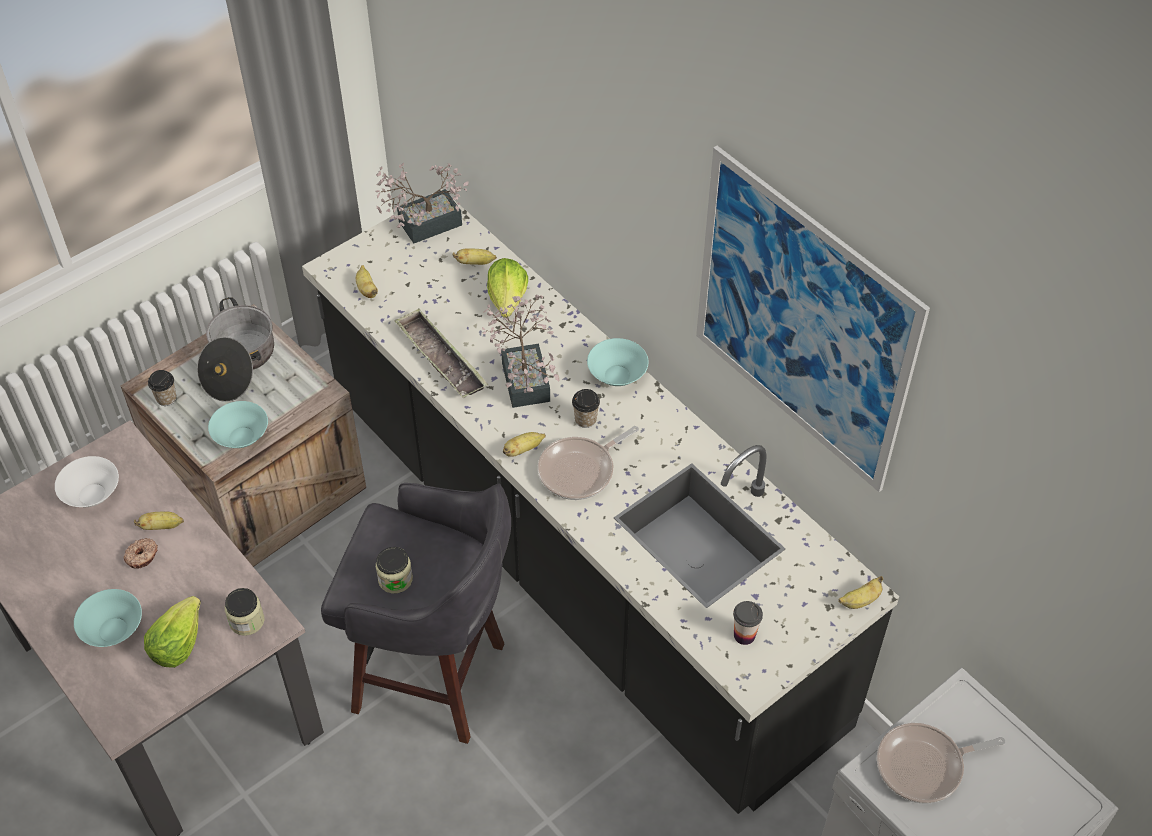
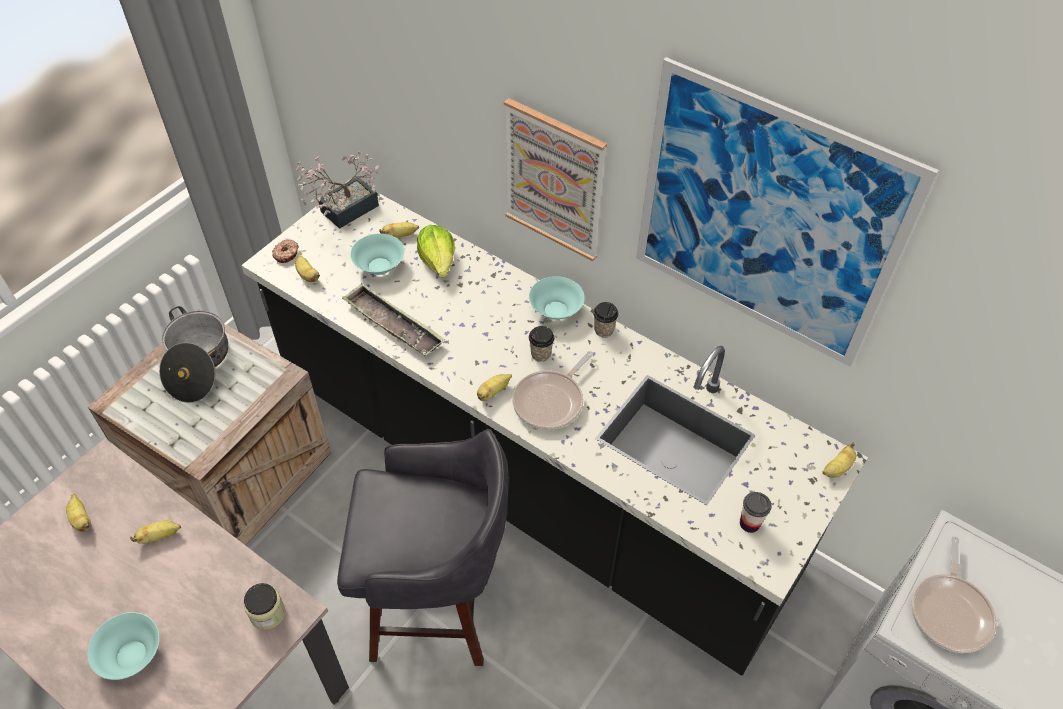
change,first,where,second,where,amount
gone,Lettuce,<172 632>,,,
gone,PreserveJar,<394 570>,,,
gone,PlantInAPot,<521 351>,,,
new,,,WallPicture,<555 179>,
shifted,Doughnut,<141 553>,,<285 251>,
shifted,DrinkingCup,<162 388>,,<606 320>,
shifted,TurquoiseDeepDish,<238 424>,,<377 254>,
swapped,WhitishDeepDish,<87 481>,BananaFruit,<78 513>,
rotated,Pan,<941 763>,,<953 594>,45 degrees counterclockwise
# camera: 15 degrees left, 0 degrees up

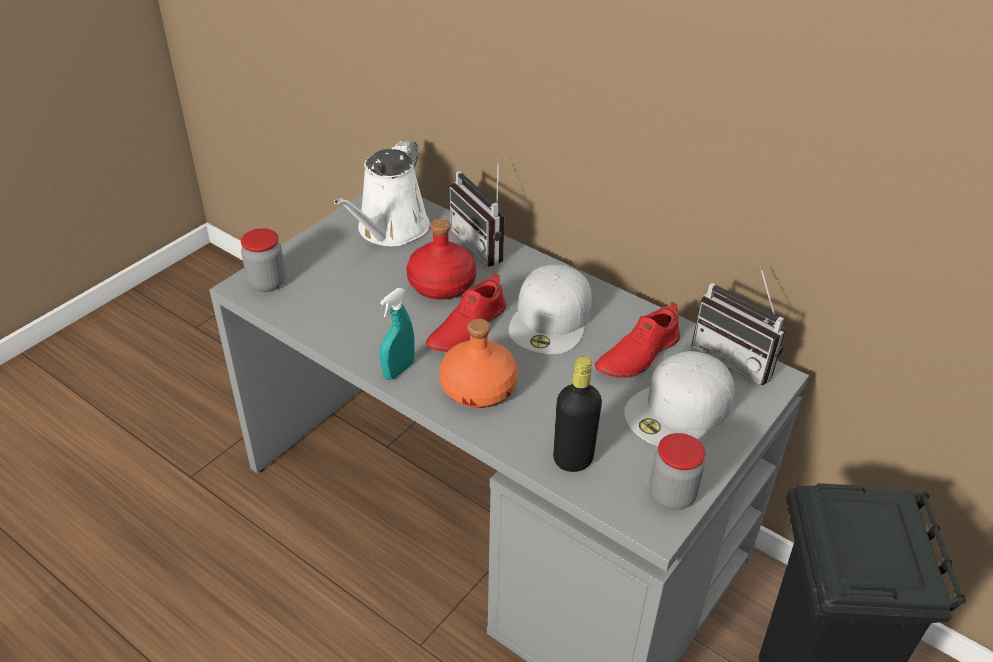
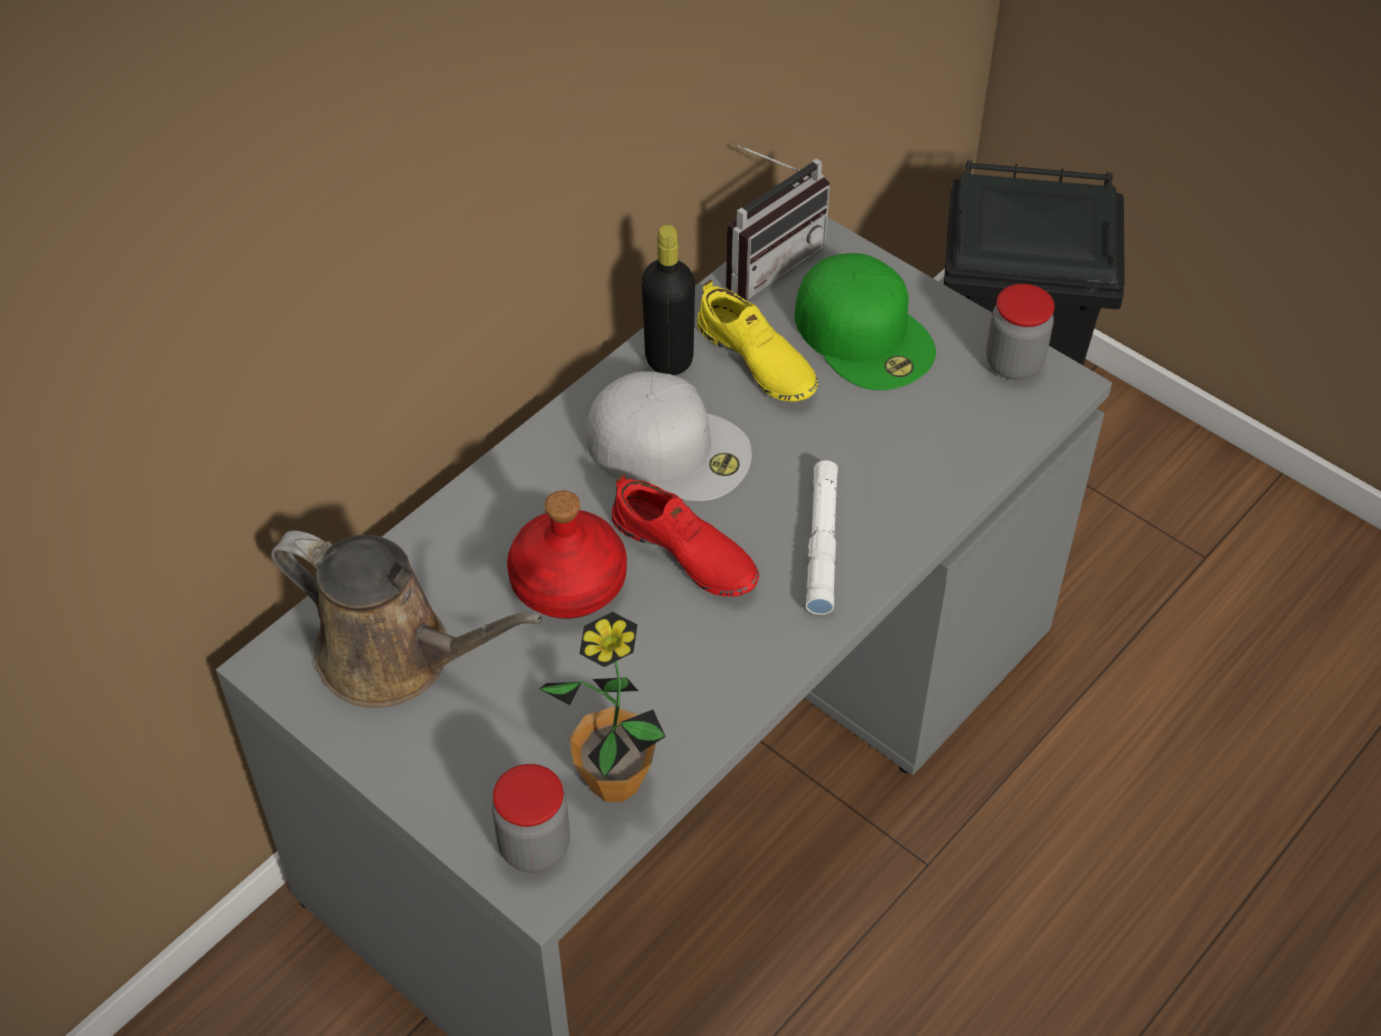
change,first,where,second,where,amount
gone,TurquoiseSprayBottle,<397 334>,,,
gone,RadioReceiver,<476 212>,,,
new,,,PlantInAPot,<602 707>,
shifted,BlackBottle,<577 414>,,<668 300>,
swapped,OrangeColouredBottle,<478 363>,WhitishTorch,<822 537>,
repainted,WhitishWateringPot,<382 193>,BrownColouredWateringPot,<407 619>,
repainted,RedLowShoe,<637 340>,YellowishLowShoe,<757 341>,
repainted,WhitishCap,<679 398>,GreenColouredCap,<865 321>,
# camera: 85 degrees left, 10 degrees up

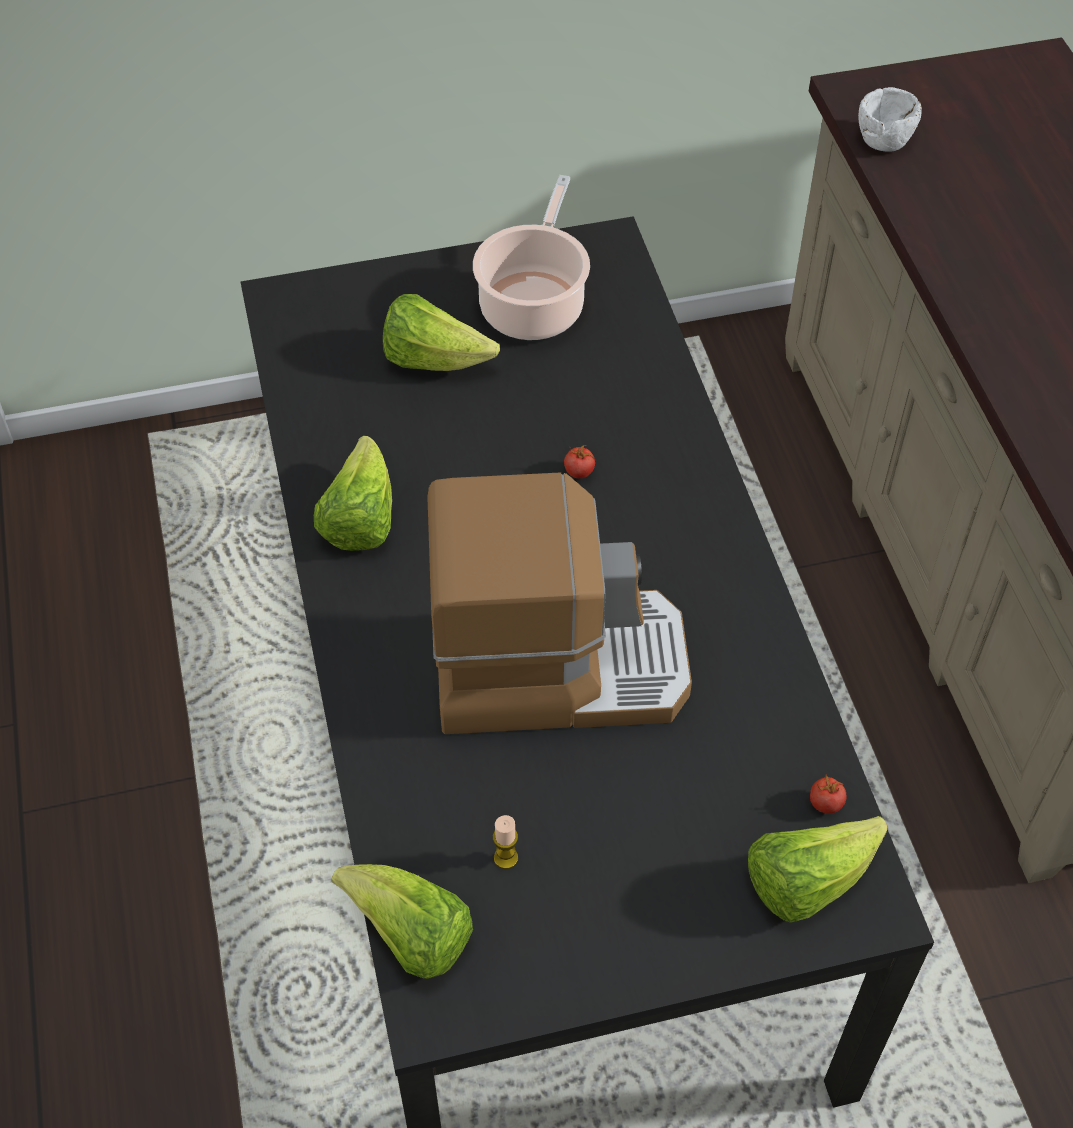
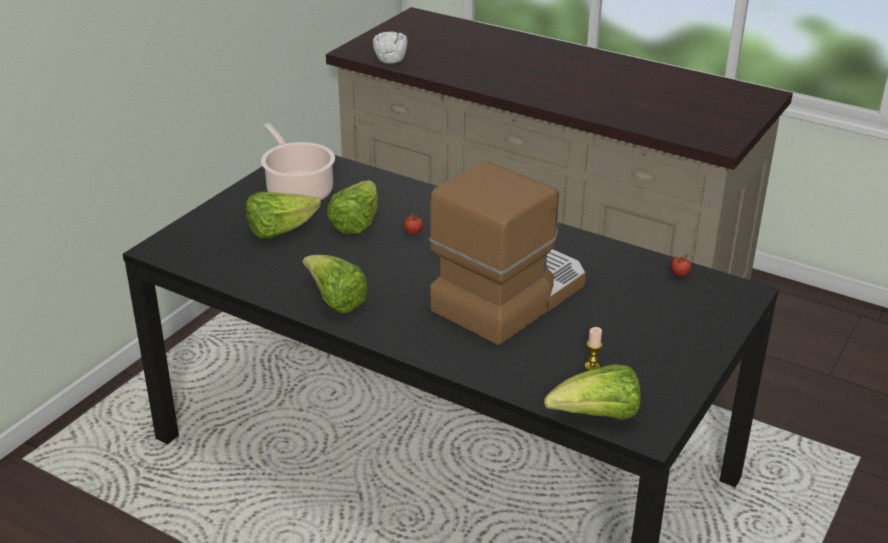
change,first,where,second,where,amount
shifted,Lettuce,<818 869>,,<352 207>,
# camera: 45 degrees left, 20 degrees down

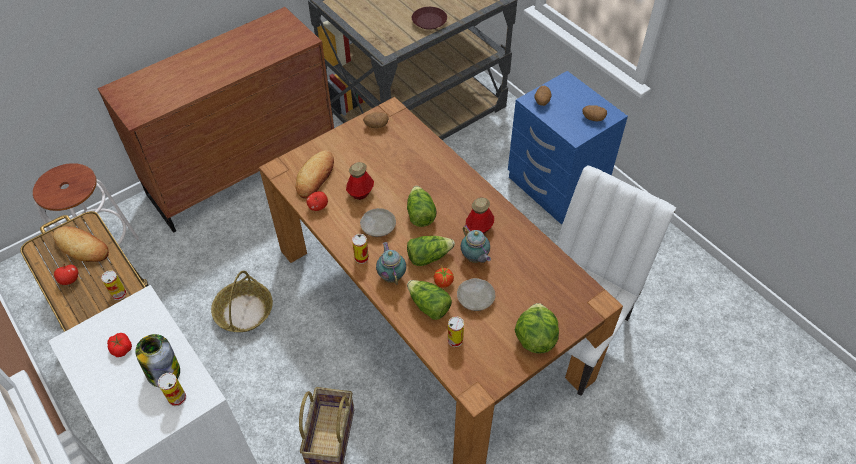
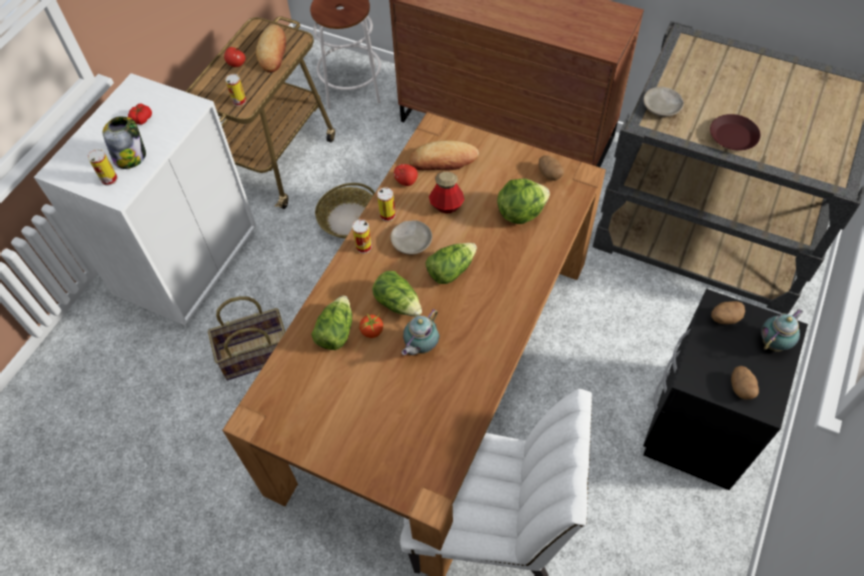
change,first,where,second,where,amount
gone,Bottle,<480 215>,,,
shifted,Teapot,<391 263>,,<782 330>,
shifted,SealedCan,<456 331>,,<386 204>,
shifted,BeigePlate,<476 294>,,<663 102>,
shifted,Lettuce,<537 328>,,<523 201>,
repainted,BluishBedsideTable,<568 147>,BlackBedsideTable,<725 389>,
# camera: 65 degrees right, 5 degrees up

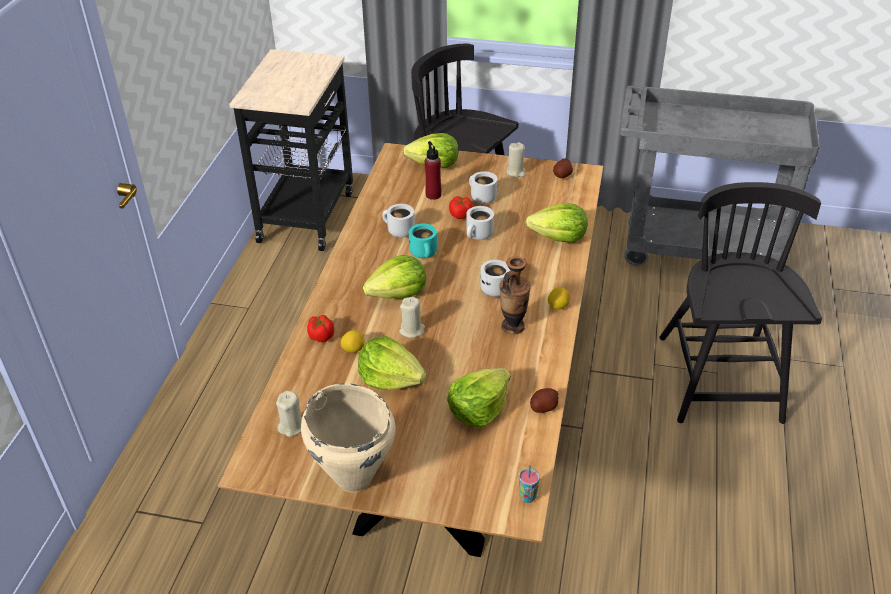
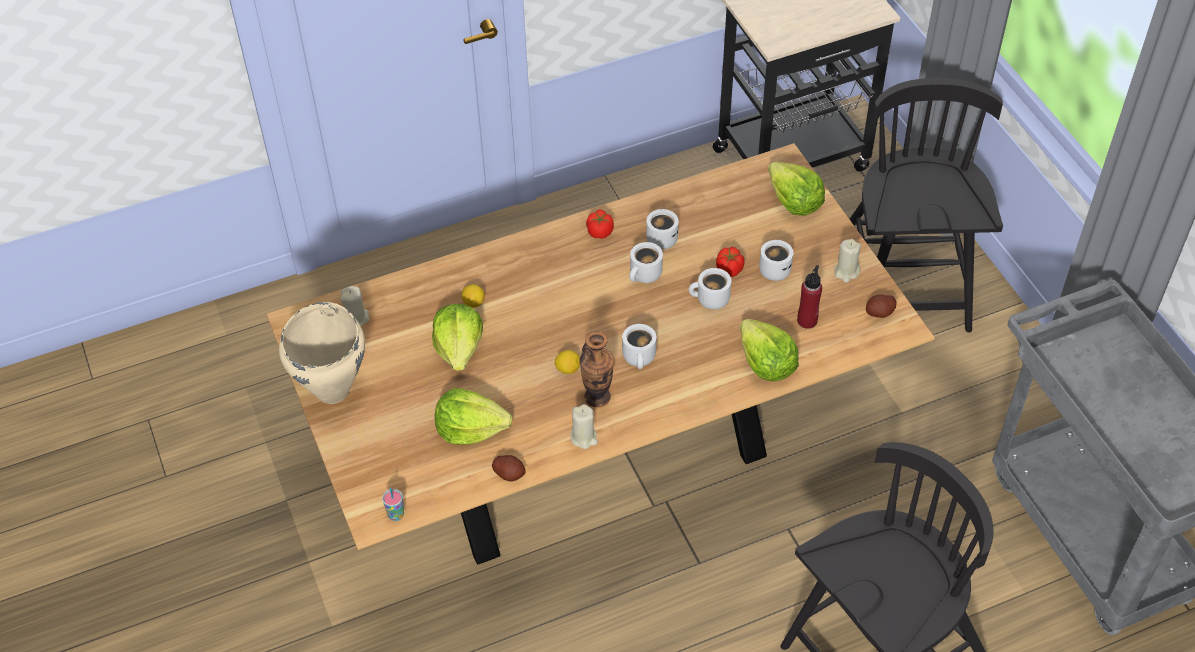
change,first,where,second,where,amount
gone,Lettuce,<394 277>,,,
shifted,FreshTomato,<320 328>,,<600 224>,
shifted,BeigeWaxCandle,<412 317>,,<584 426>,
shifted,RedBottle,<433 170>,,<809 297>,
shifted,CitrusFruit,<559 298>,,<567 362>,
repainted,TurquoiseCoffeeMug,<423 240>,WhitishCoffeeMug,<646 262>,
# camera: 55 degrees right, 10 degrees up

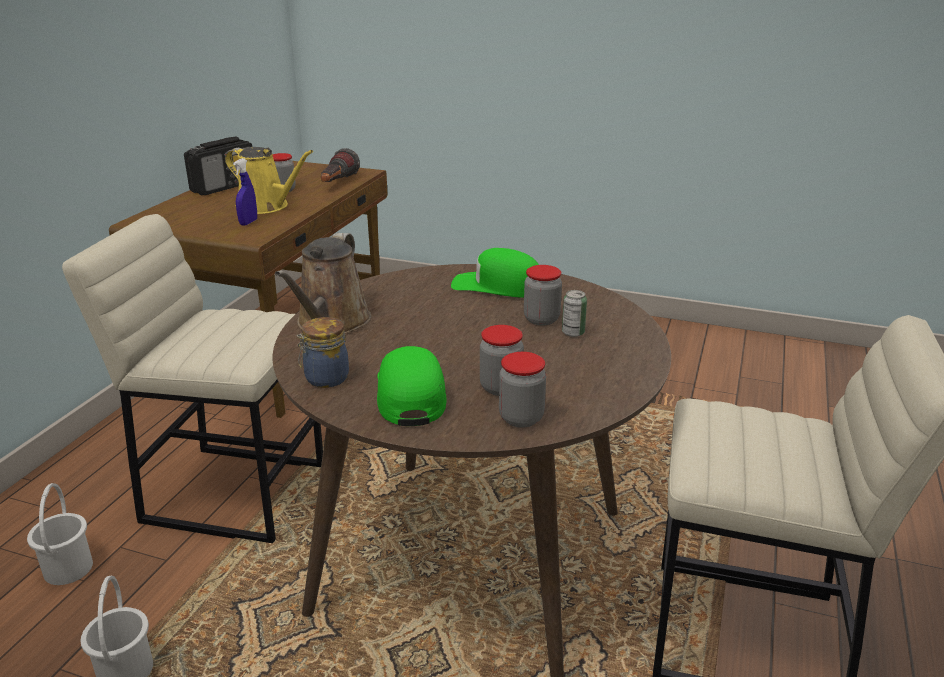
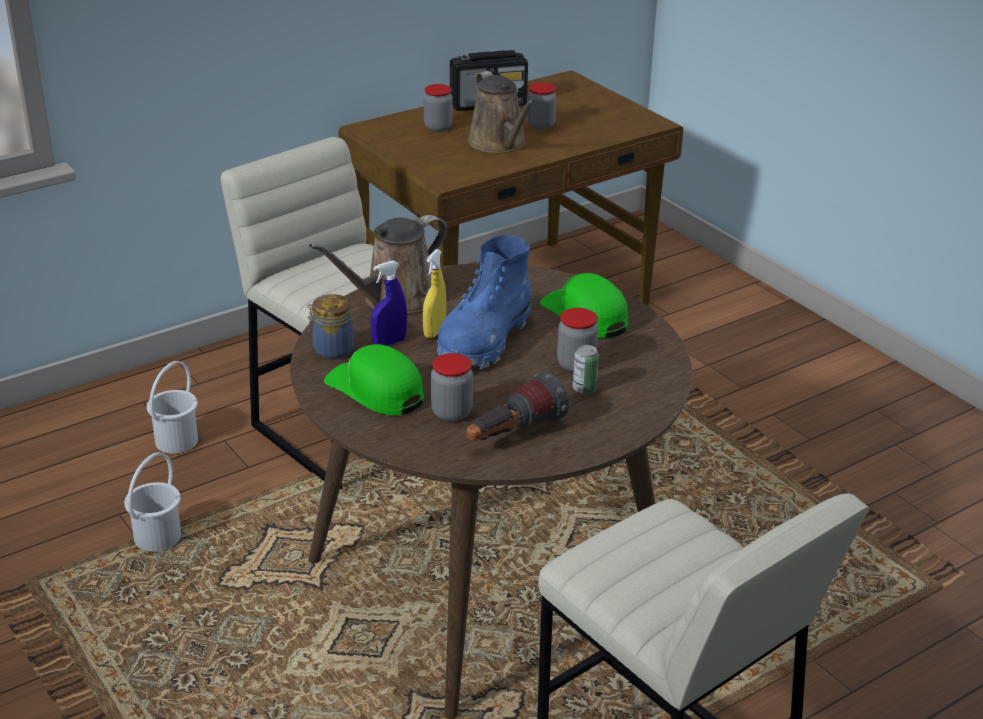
change,first,where,second,where,amount
new,,,YellowishSprayBottle,<434 293>,
new,,,BluishHighTopBoot,<484 302>,
shifted,BluishSprayBottle,<245 192>,,<389 303>,
shifted,Torch,<340 165>,,<517 406>,
shifted,PreserveJar,<522 390>,,<438 108>,
repainted,YellowishWateringPot,<269 180>,BrownColouredWateringPot,<502 112>,
rotated,GreenColouredCap,<412 386>,,<374 379>,75 degrees counterclockwise
# camera: 35 degrees right, 5 degrees up

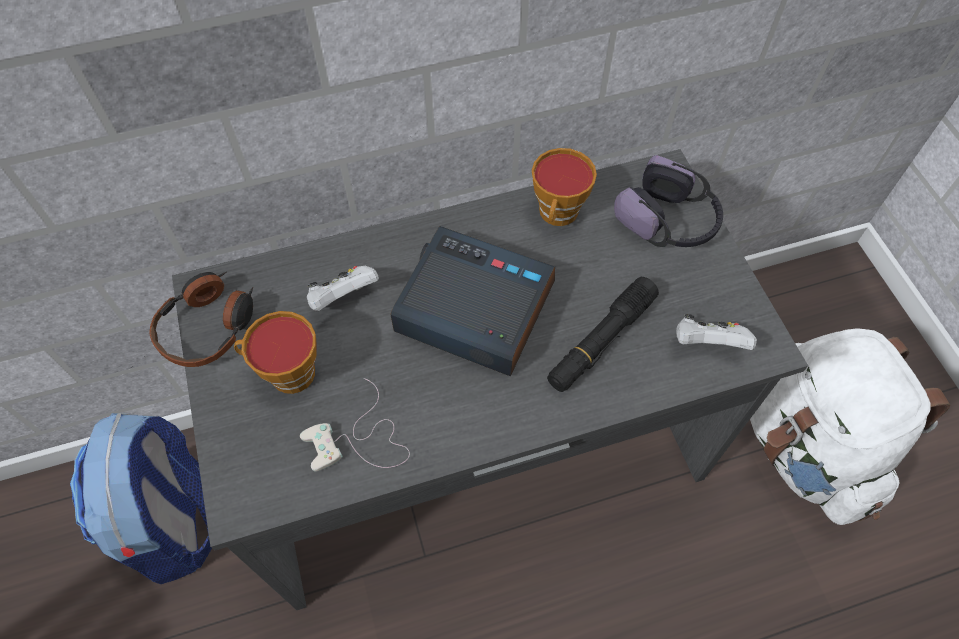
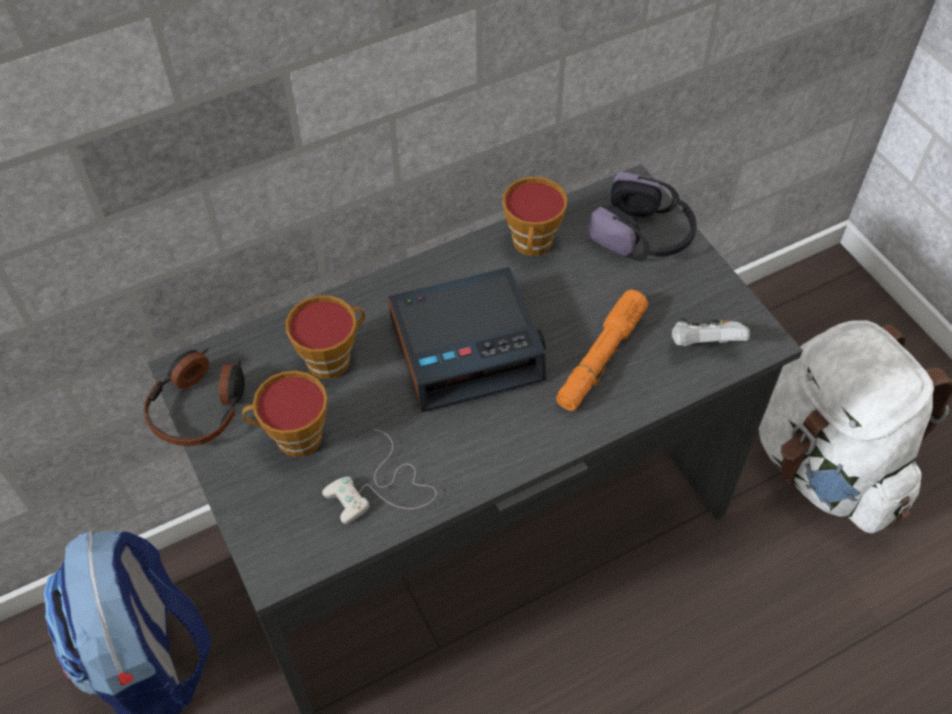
change,first,where,second,where,amount
swapped,WhitishGameController,<343 289>,DrinkingCup,<325 337>,
repainted,BlackTorch,<603 334>,OrangeColouredTorch,<602 350>,
rotated,BedsideClock,<472 301>,,<467 339>,150 degrees clockwise
# camera: 10 degrees left, 5 degrees down

